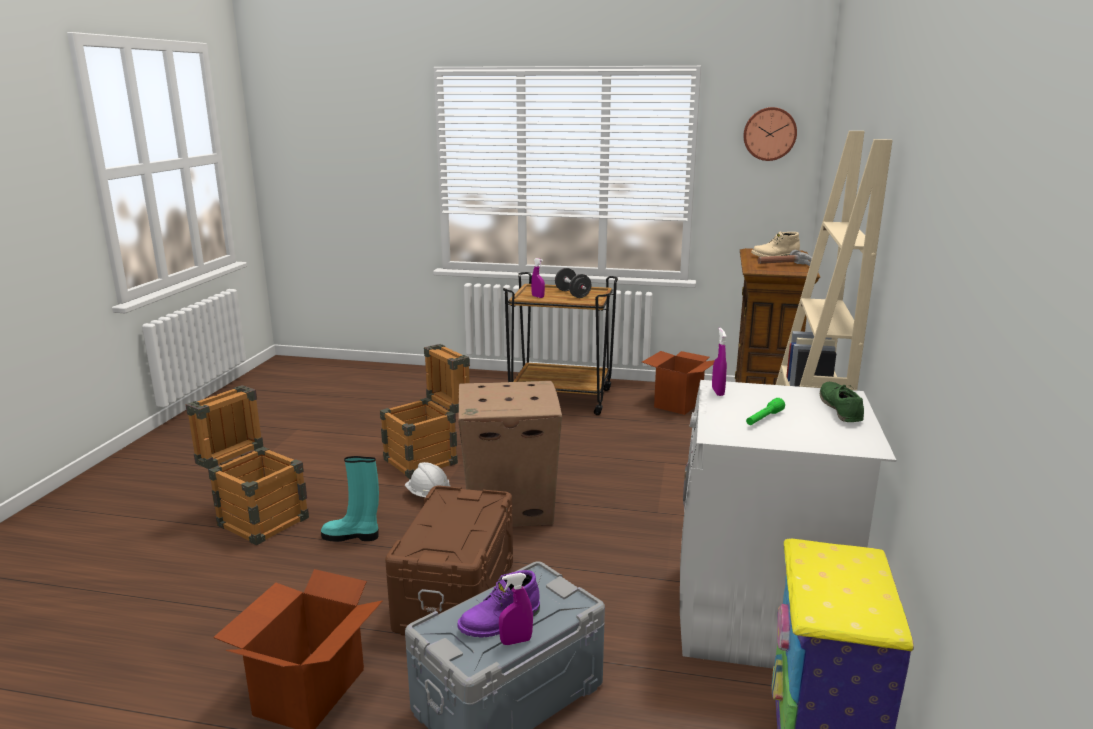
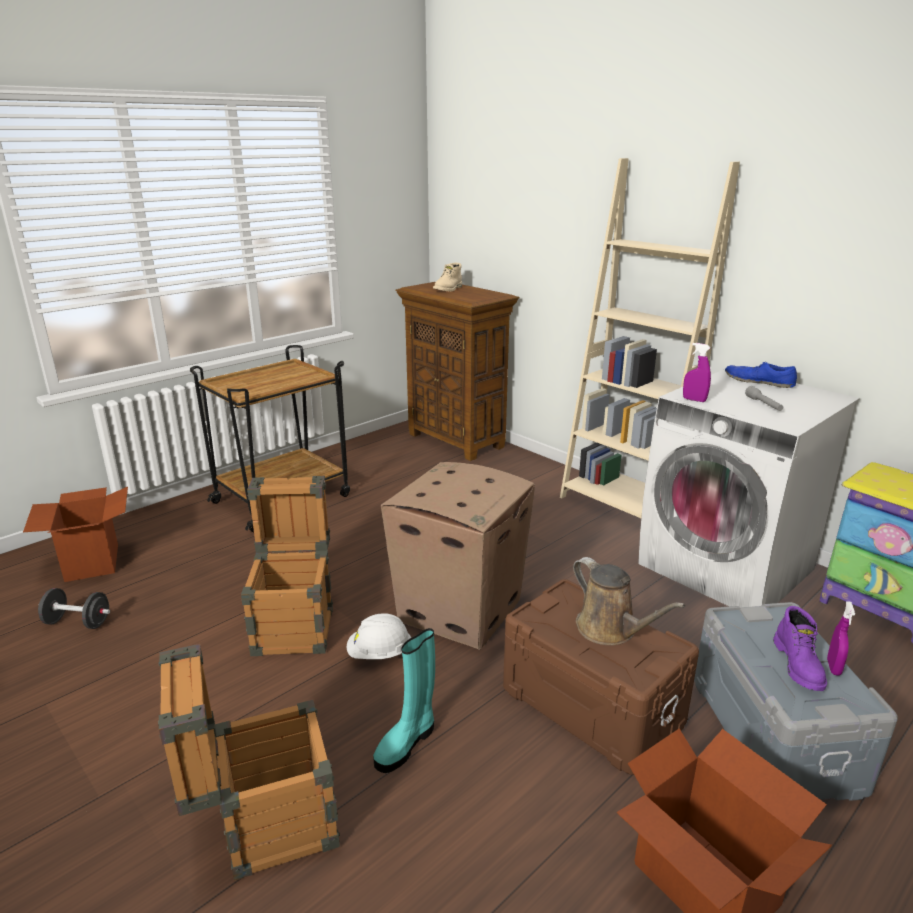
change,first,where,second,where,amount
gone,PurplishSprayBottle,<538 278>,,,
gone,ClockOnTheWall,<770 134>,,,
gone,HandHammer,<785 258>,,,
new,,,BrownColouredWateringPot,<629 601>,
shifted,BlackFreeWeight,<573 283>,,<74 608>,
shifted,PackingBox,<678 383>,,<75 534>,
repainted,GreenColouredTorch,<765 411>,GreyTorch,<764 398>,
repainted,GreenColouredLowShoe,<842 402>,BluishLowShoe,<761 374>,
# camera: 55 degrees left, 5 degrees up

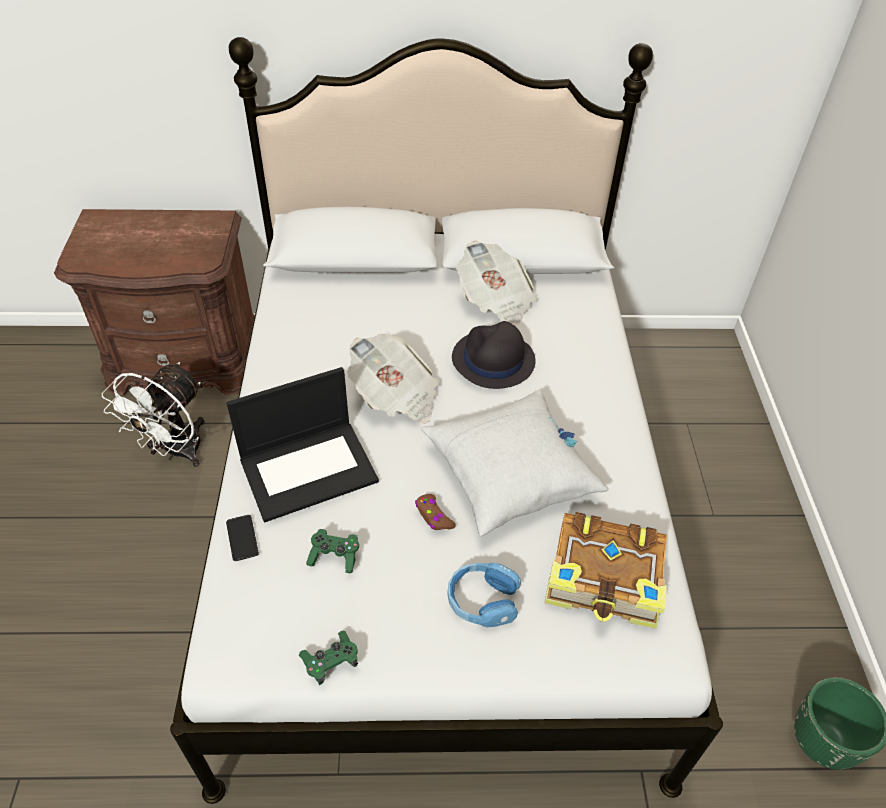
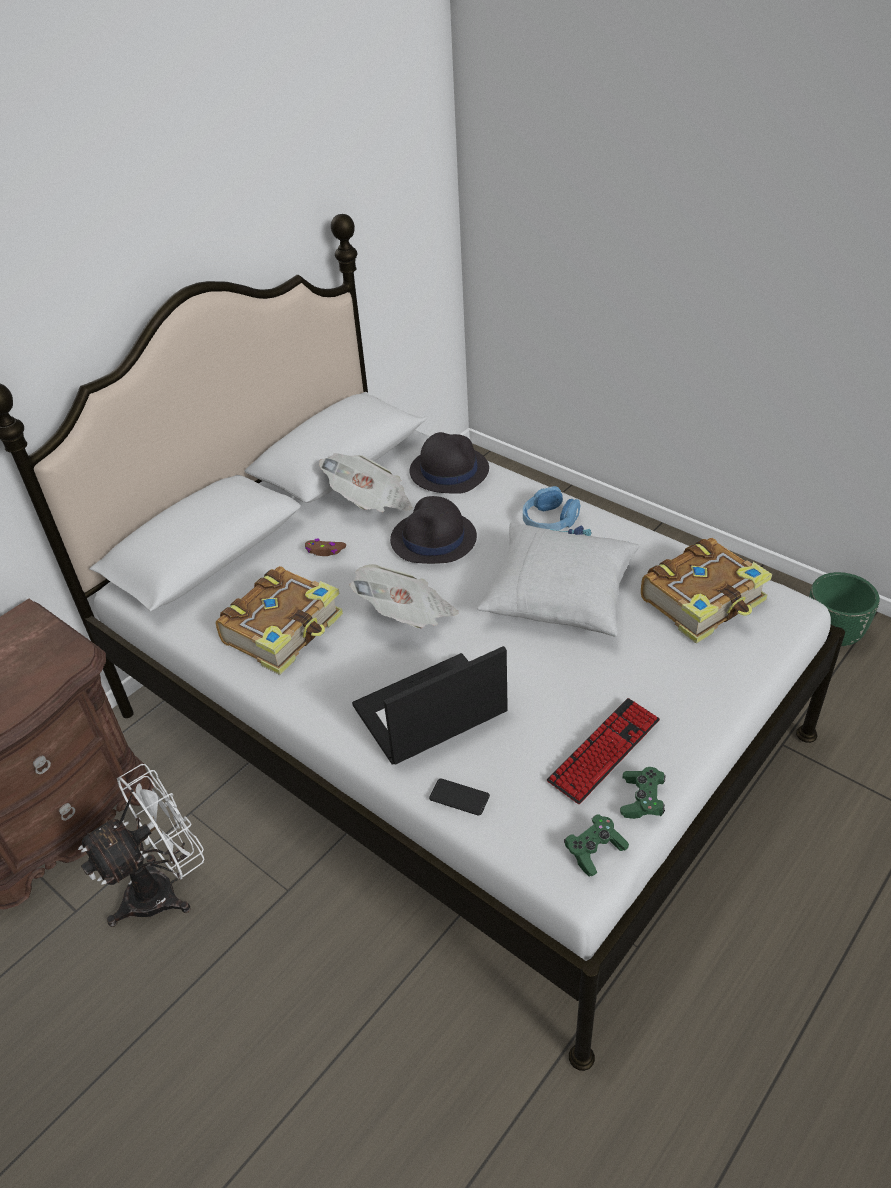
change,first,where,second,where,amount
new,,,Volume,<279 620>,
new,,,BlackClothingHat,<449 463>,
new,,,Keyboard,<603 751>,
shifted,GreenColouredGameController,<332 551>,,<596 845>,
shifted,BrownColouredGameController,<435 512>,,<325 547>,
shifted,BluishPairOfHeadphones,<484 595>,,<551 508>,
rotated,WhitishCoolingFan,<153 414>,,<141 845>,105 degrees counterclockwise
rotated,Laptop,<303 444>,,<430 705>,135 degrees counterclockwise
# camera: 45 degrees left, 5 degrees down

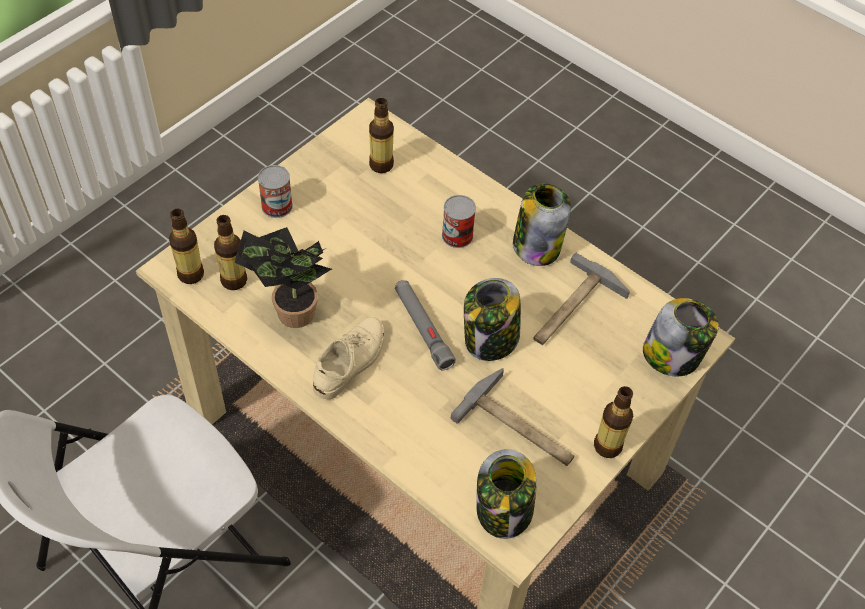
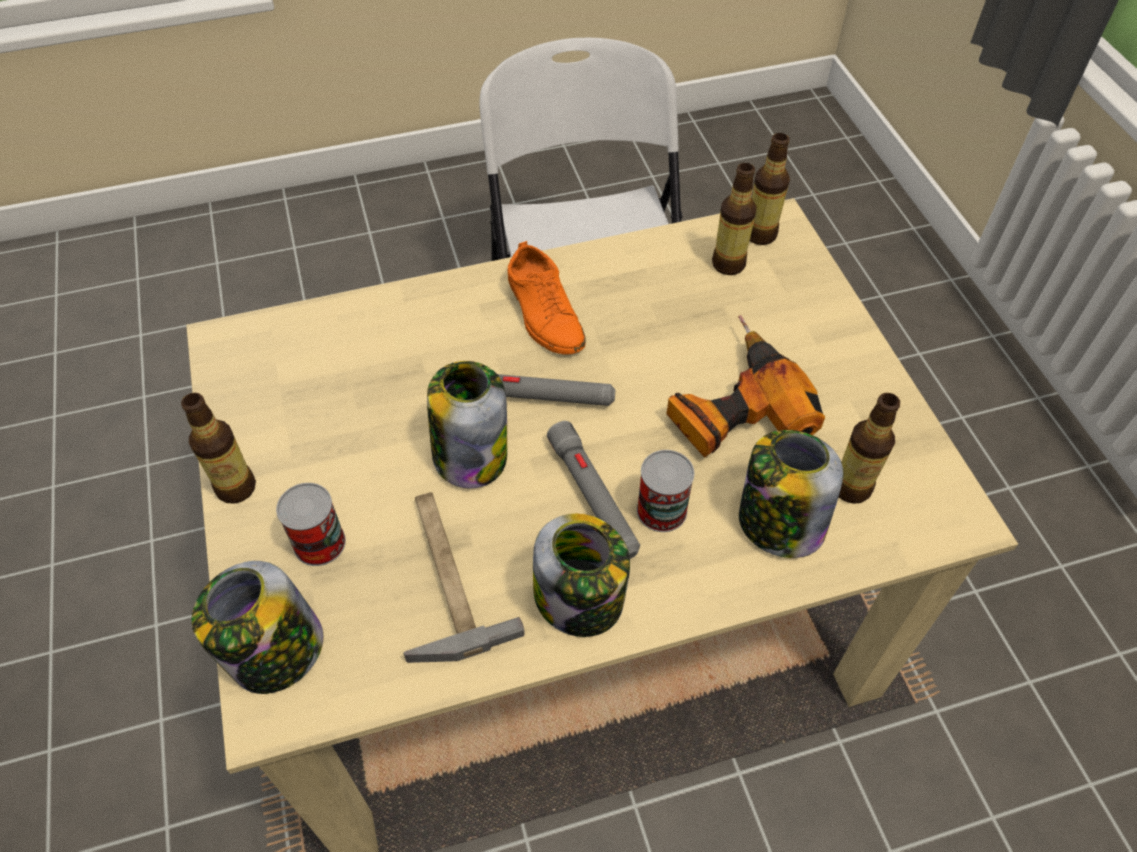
change,first,where,second,where,amount
gone,PlantInAPot,<283 277>,,,
gone,HandHammer,<512 417>,,,
new,,,GreyTorch,<593 490>,
new,,,Drill,<746 386>,
shifted,SealedCan,<275 191>,,<311 524>,
shifted,PreserveJar,<506 494>,,<791 494>,
repainted,BeigeLowShoe,<349 358>,OrangeColouredLowShoe,<546 297>,
# camera: 125 degrees right, 0 degrees up

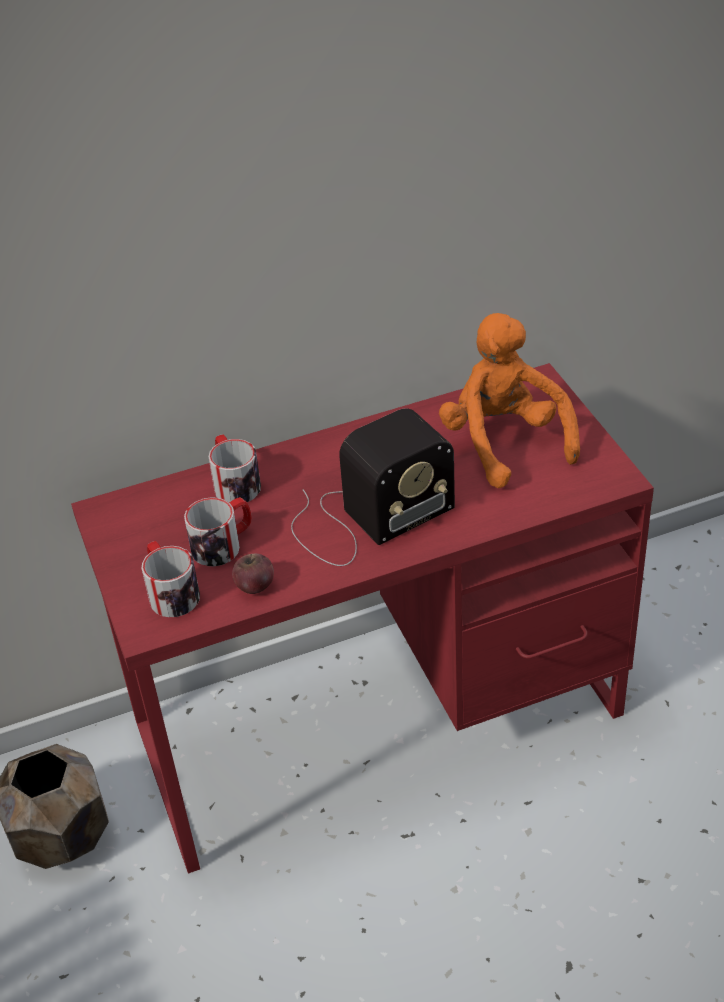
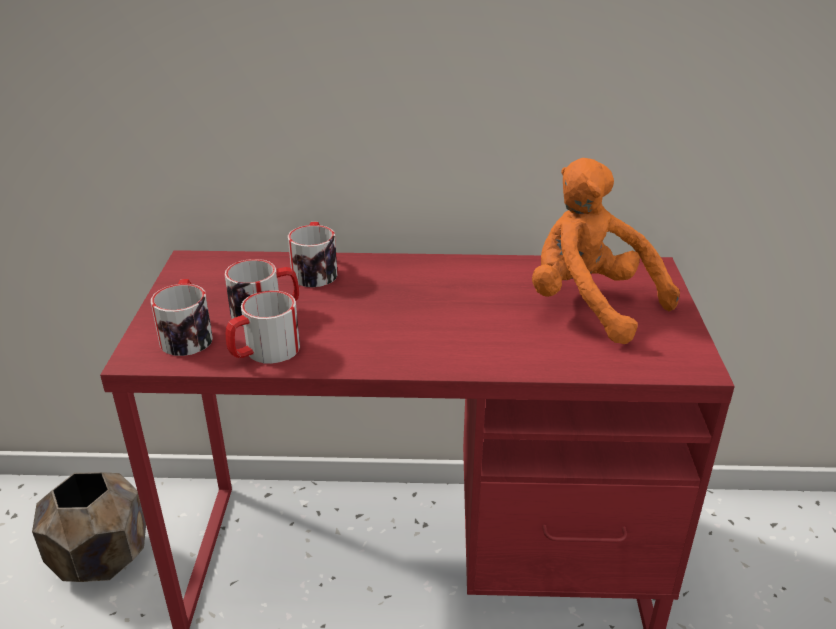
change,first,where,second,where,amount
gone,RadioReceiver,<373 487>,,,
swapped,AppleFruit,<253 574>,CoffeeMug,<263 327>,
rotated,OrangeColouredSoftToy,<509 400>,,<606 251>,45 degrees counterclockwise
# camera: 20 degrees right, 10 degrees down

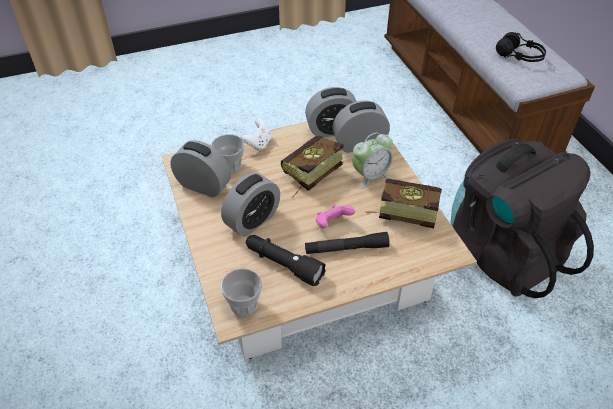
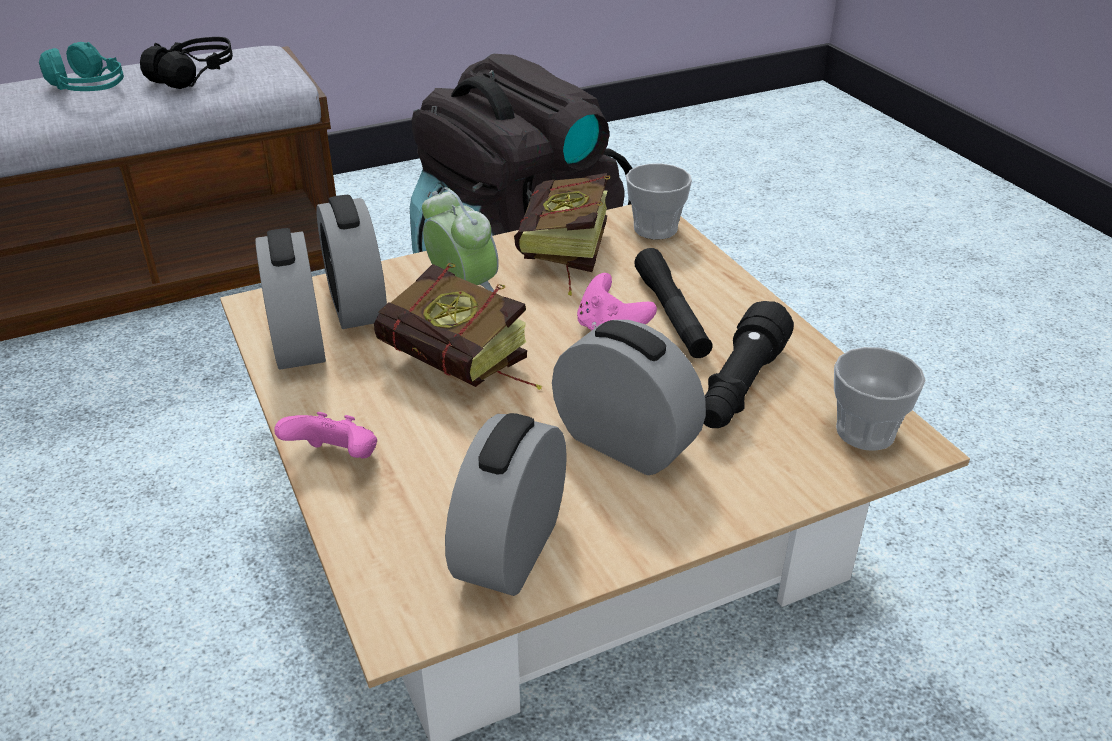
change,first,where,second,where,amount
new,,,TurquoisePairOfHeadphones,<81 66>,
shifted,DrinkingCup,<227 154>,,<659 201>,
repainted,WhitishGameController,<257 134>,PinkColouredGameController,<325 435>,
# camera: 95 degrees left, 10 degrees down

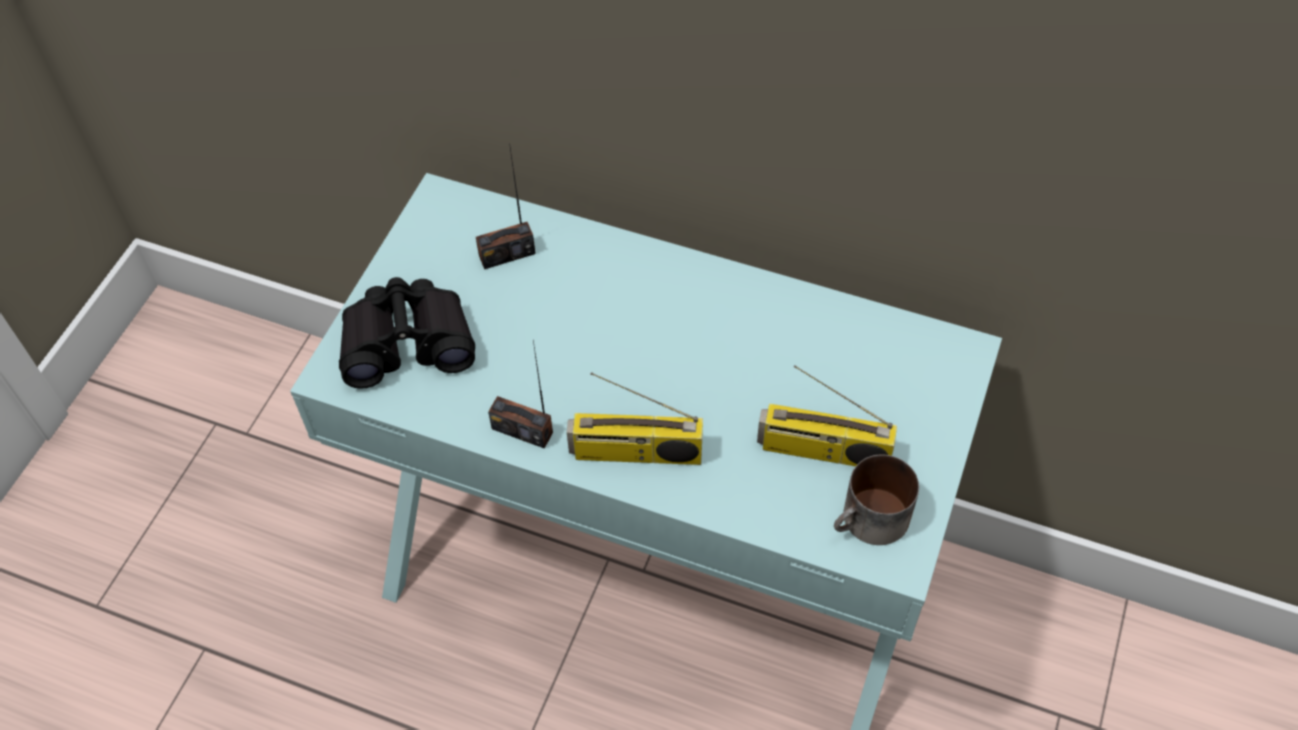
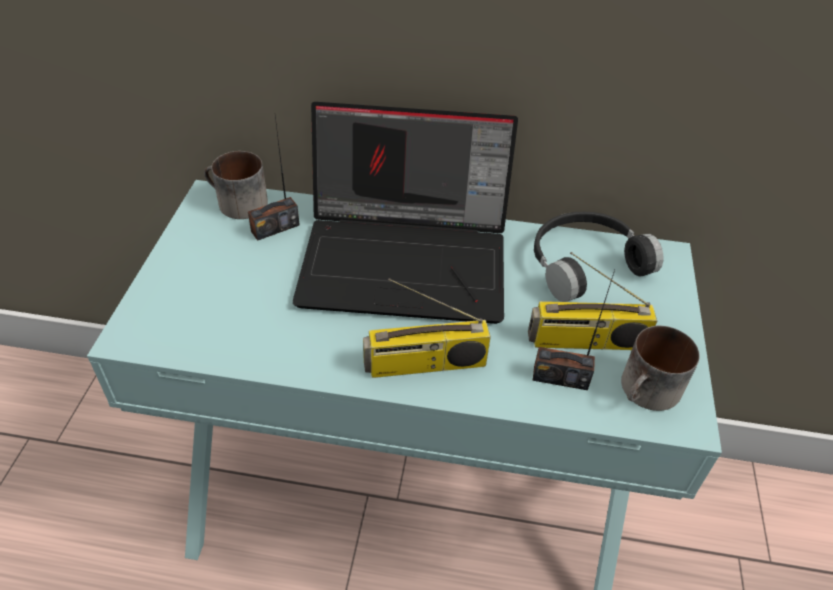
change,first,where,second,where,amount
gone,BlackPairOfBinoculars,<407 333>,,,
new,,,CoffeeMug,<236 185>,
new,,,Laptop,<405 213>,
new,,,BlackPairOfHeadphones,<599 257>,
shifted,RadioReceiver,<520 394>,,<574 330>,
# camera: 15 degrees left, 10 degrees down

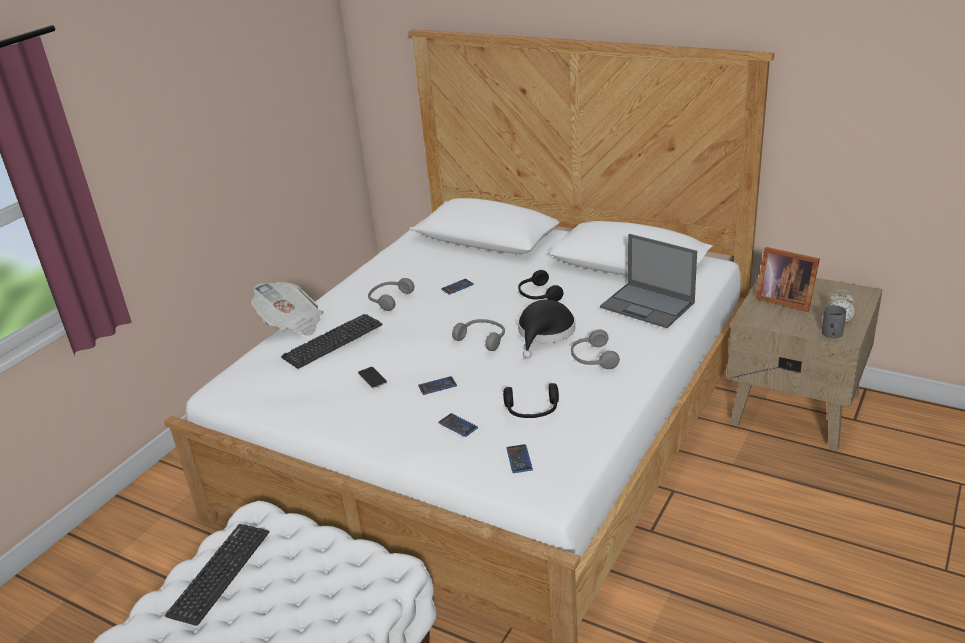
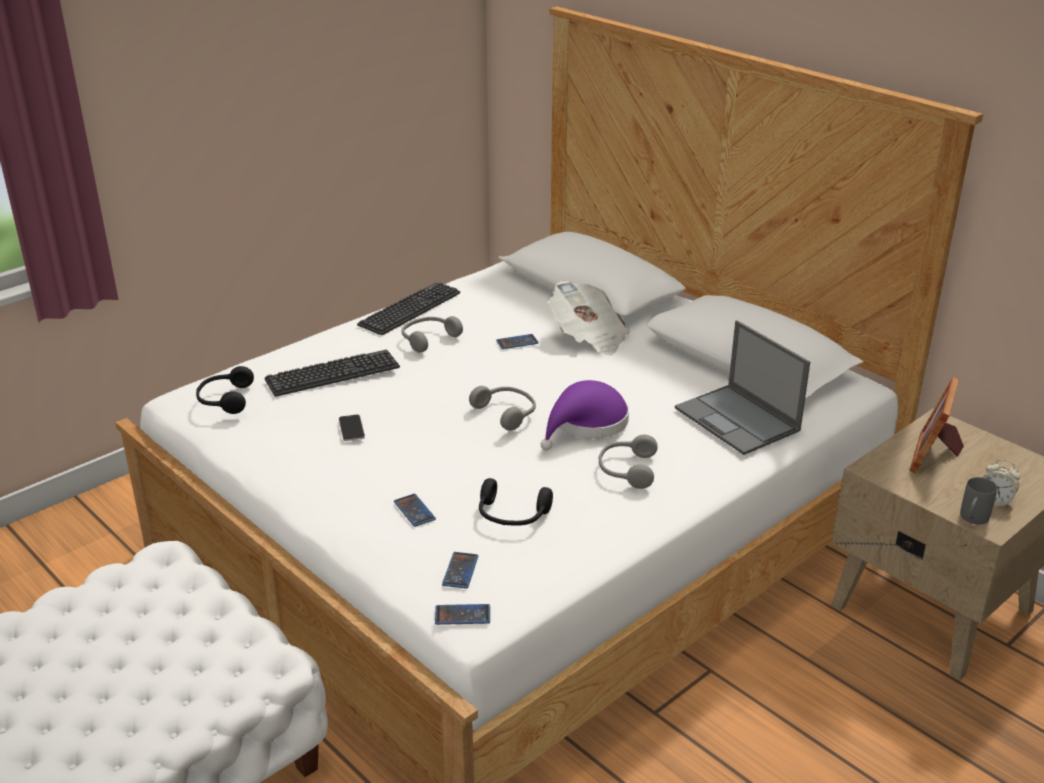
change,first,where,second,where,amount
shifted,Keyboard,<217 575>,,<408 309>,
shifted,Newspaper,<287 309>,,<589 318>,
shifted,Handset,<437 385>,,<462 614>,
shifted,BlackPairOfHeadphones,<540 285>,,<225 390>,
repainted,BlackClothingHat,<546 329>,PurplishClothingHat,<584 415>,
rotated,StandingFrame,<787 279>,,<936 425>,60 degrees clockwise
# camera: 15 degrees right, 0 degrees up

